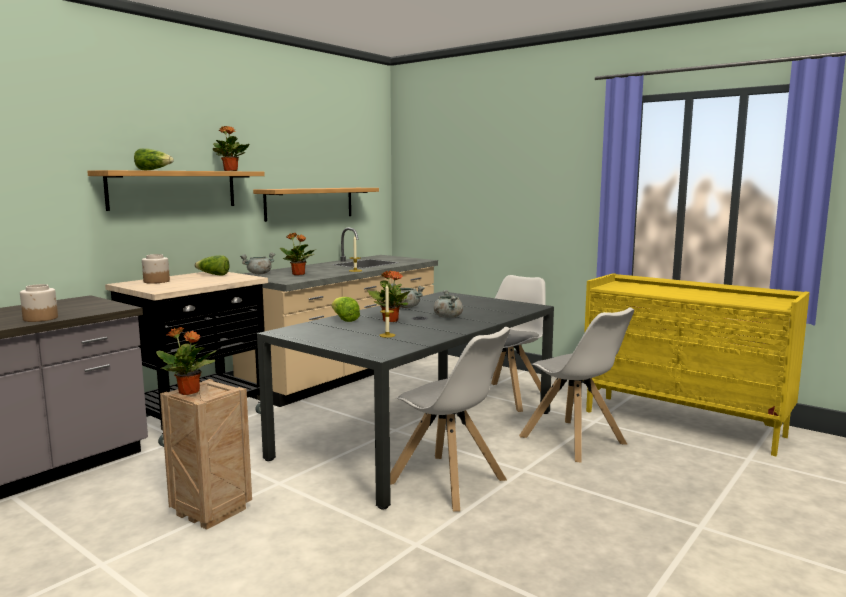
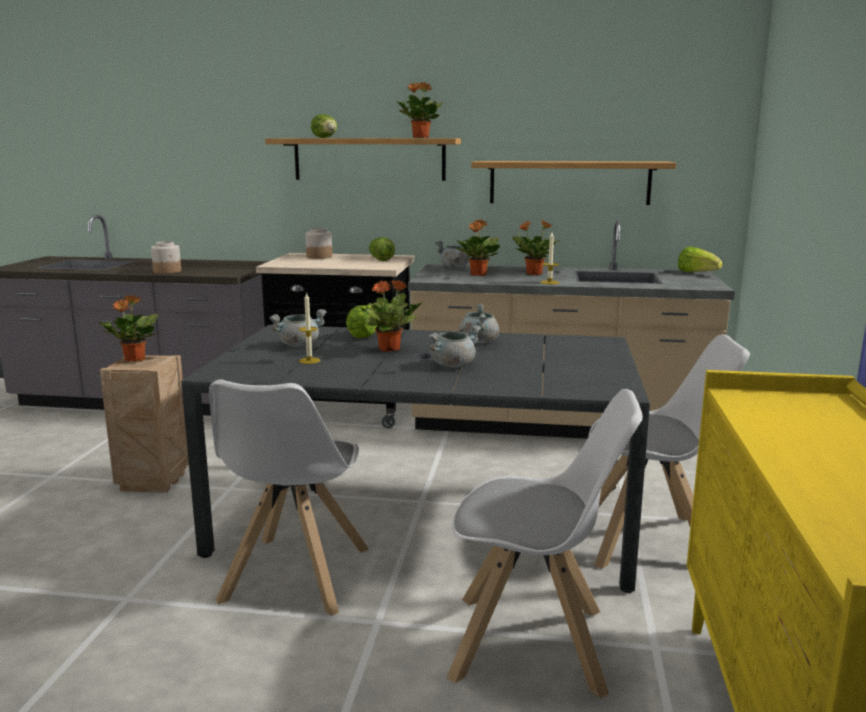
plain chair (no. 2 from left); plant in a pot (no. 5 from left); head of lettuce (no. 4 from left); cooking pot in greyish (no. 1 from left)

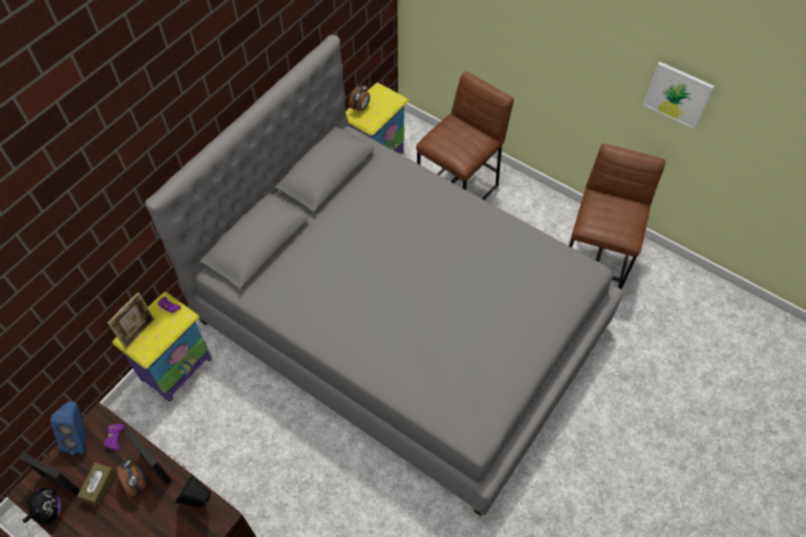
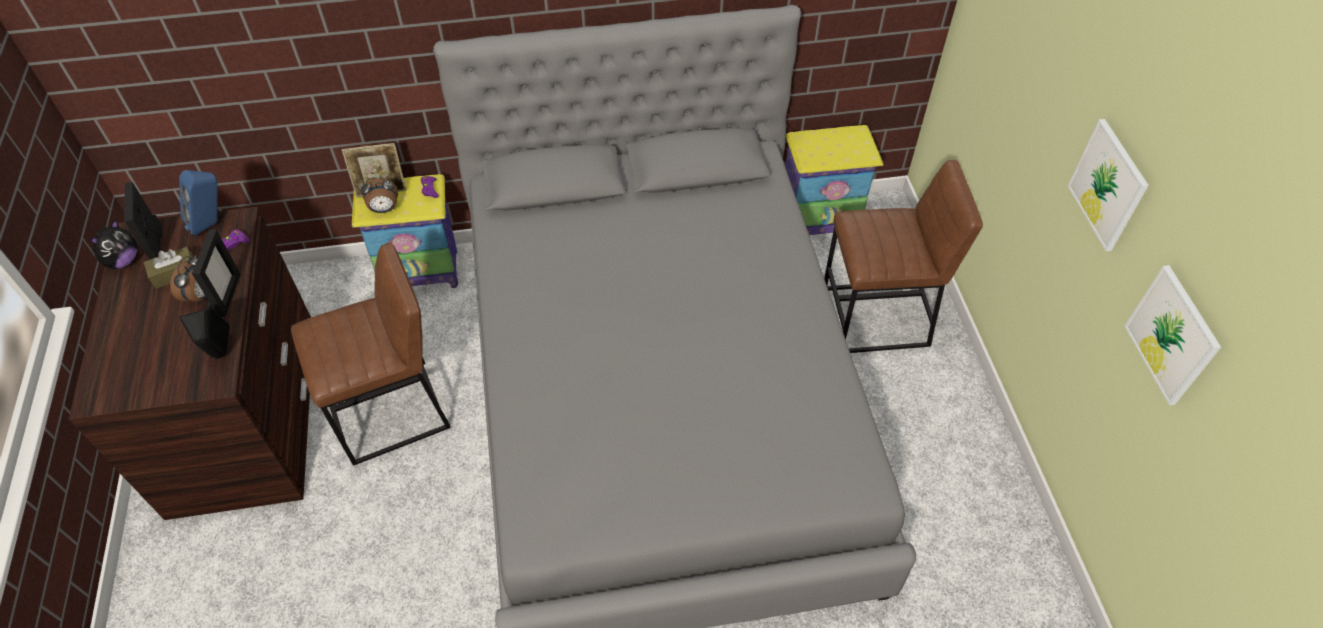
bedside clock (no. 2 from left); plain chair in brown-coloured (no. 1 from left); picture (no. 1 from left)

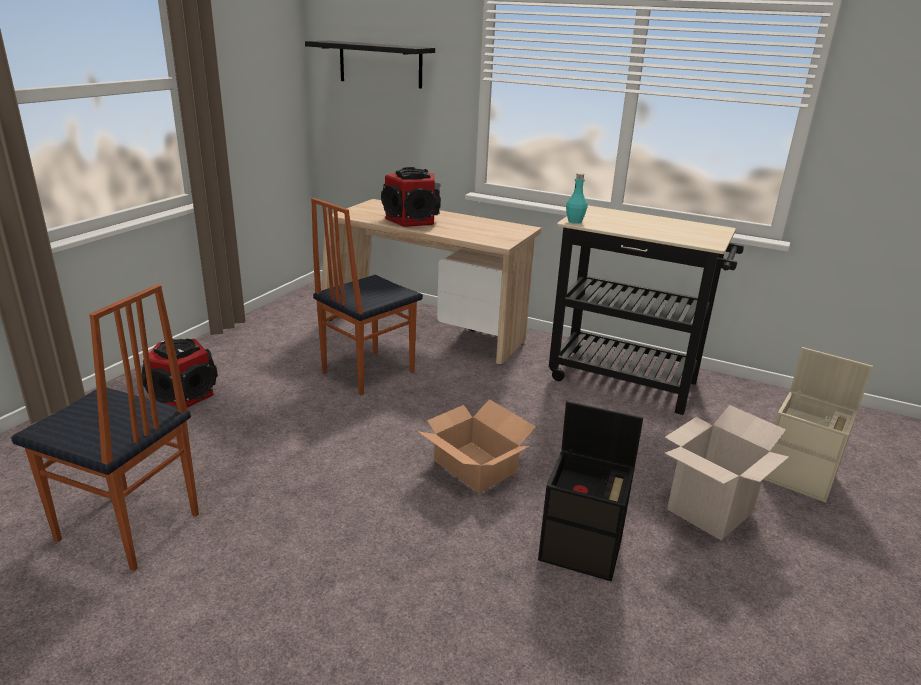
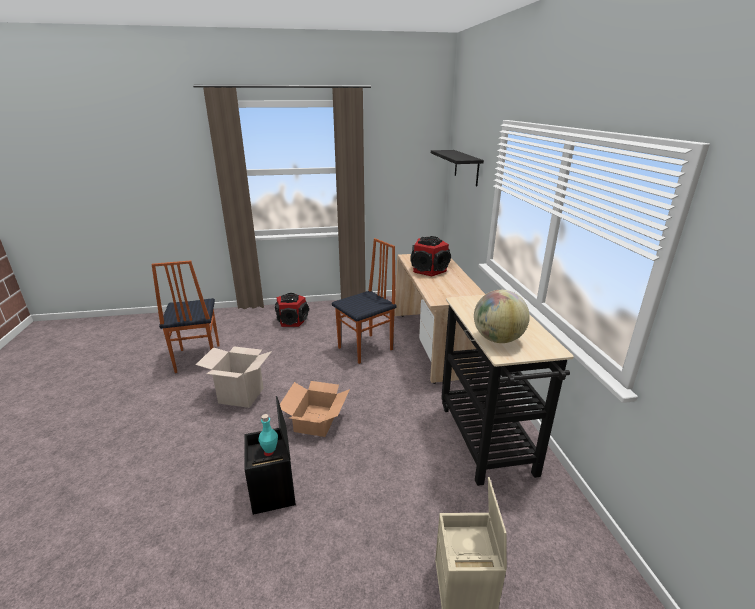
bottle in blue-green; plain chair (no. 2 from left); carton (no. 1 from left); globe

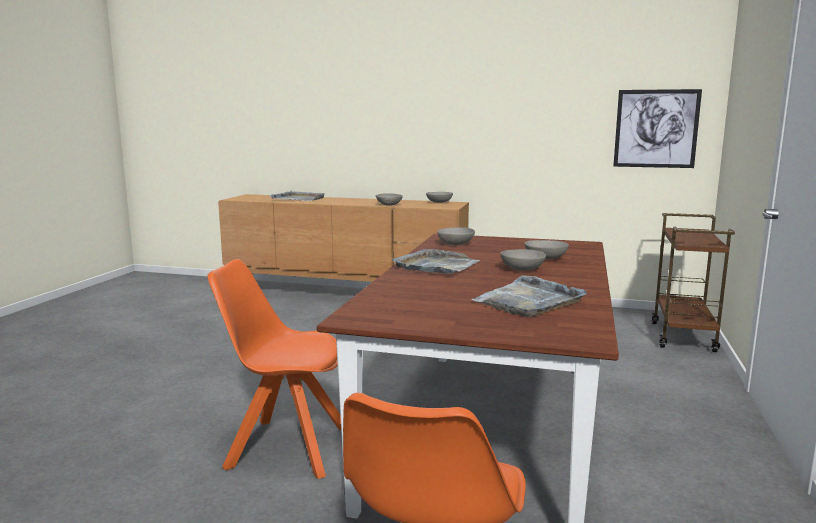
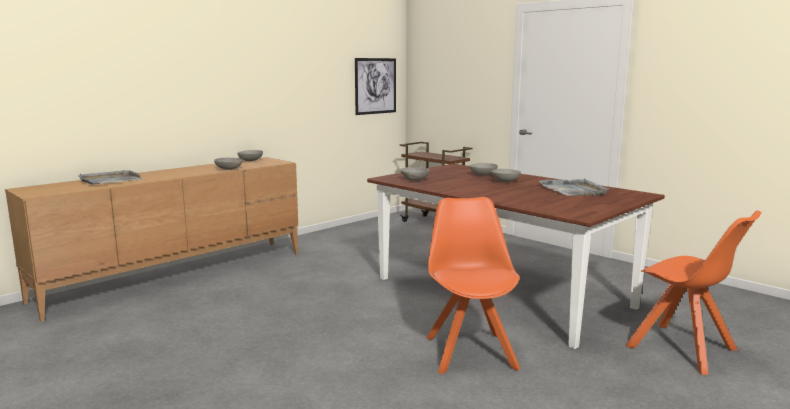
carrying tray in greyish (no. 2 from left in the first image); plain chair in orange (no. 1 from left)

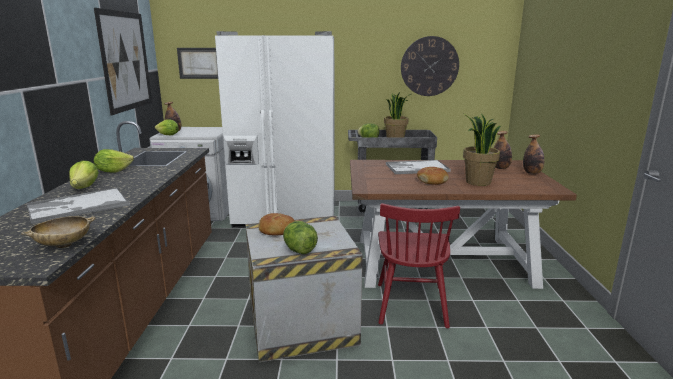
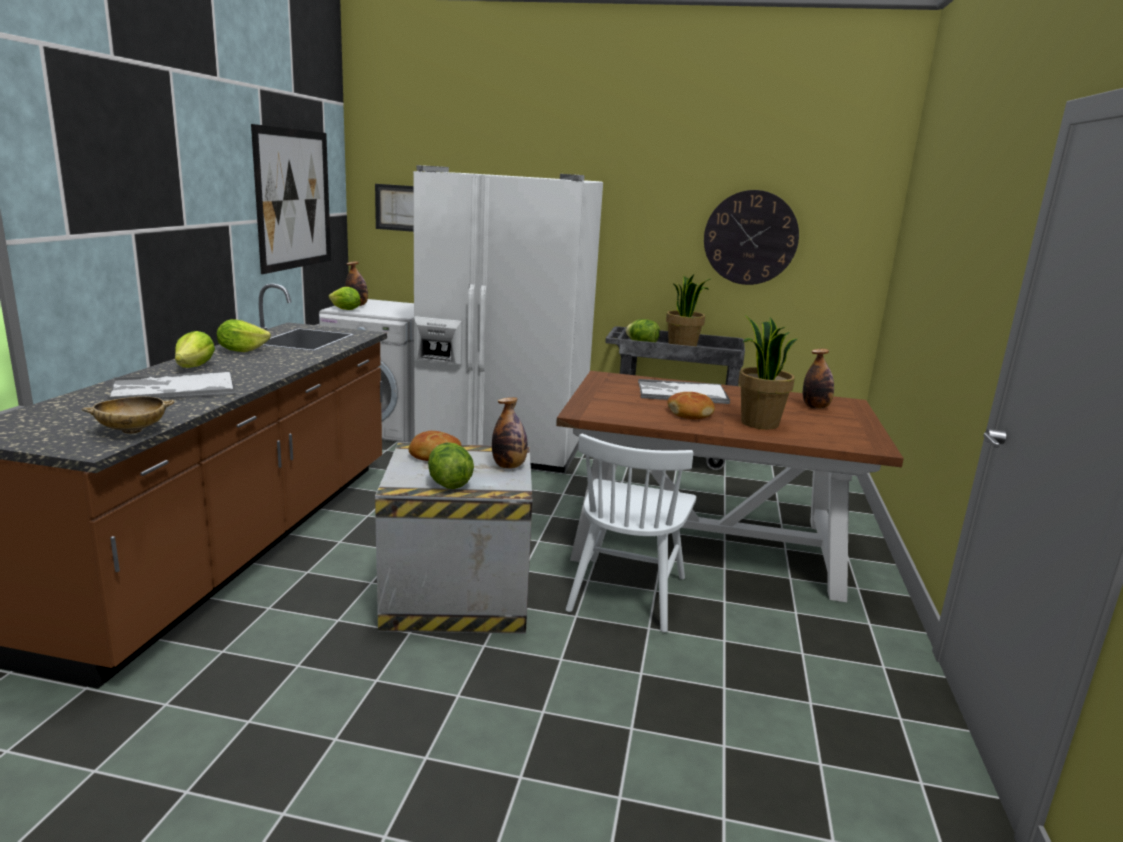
bottle (no. 2 from left); plain chair in whitish

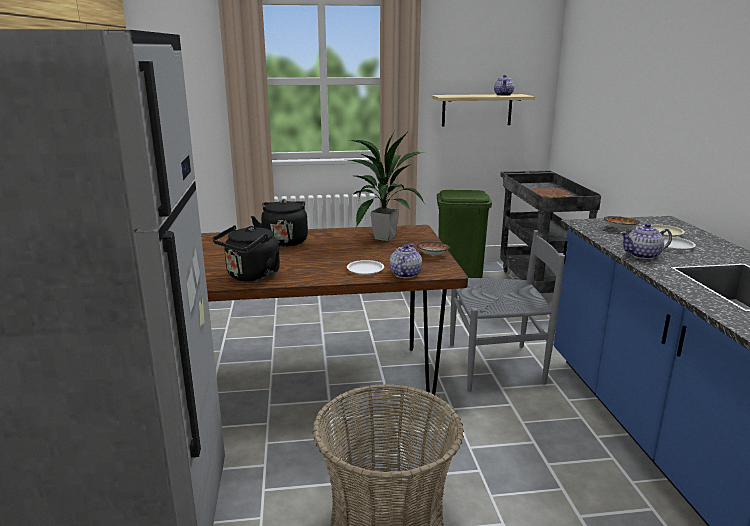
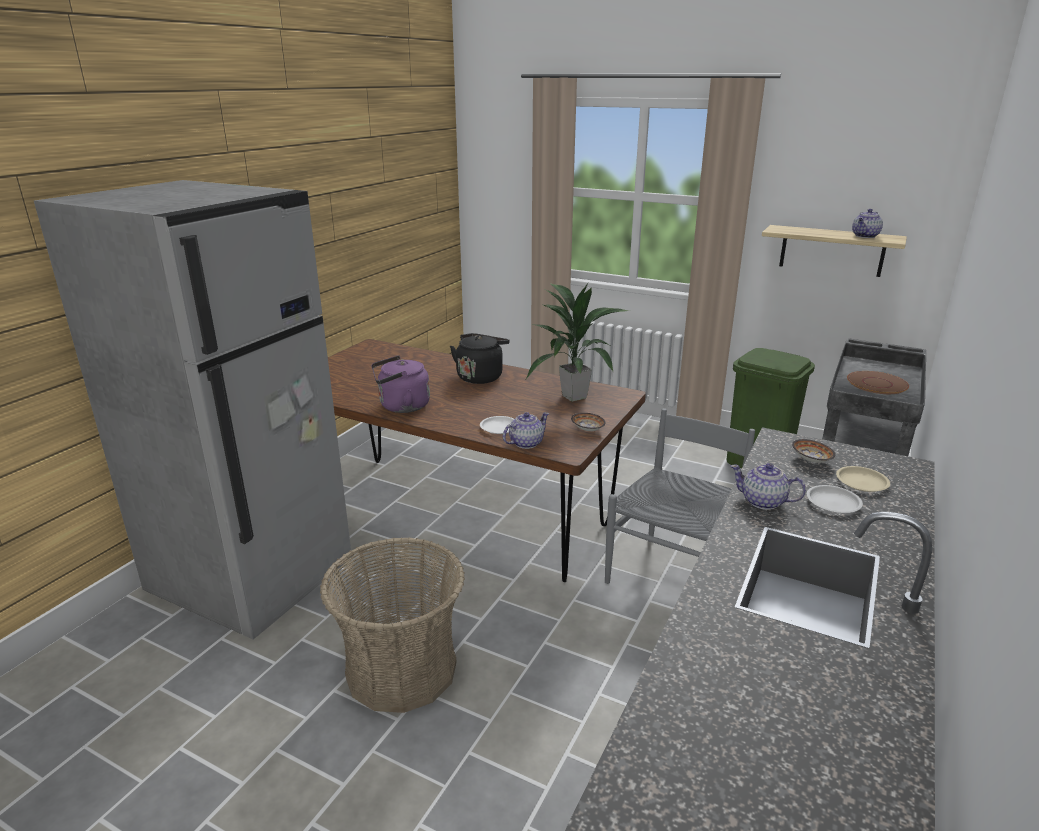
kettle in purplish; plain chair in greyish

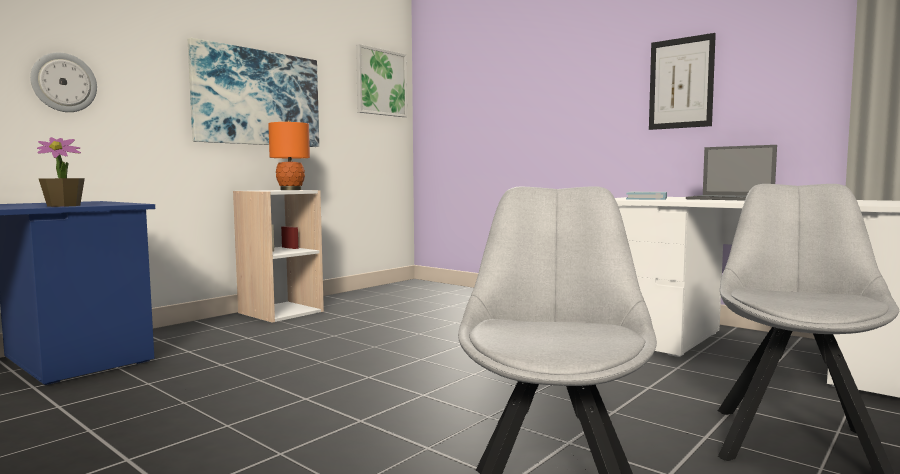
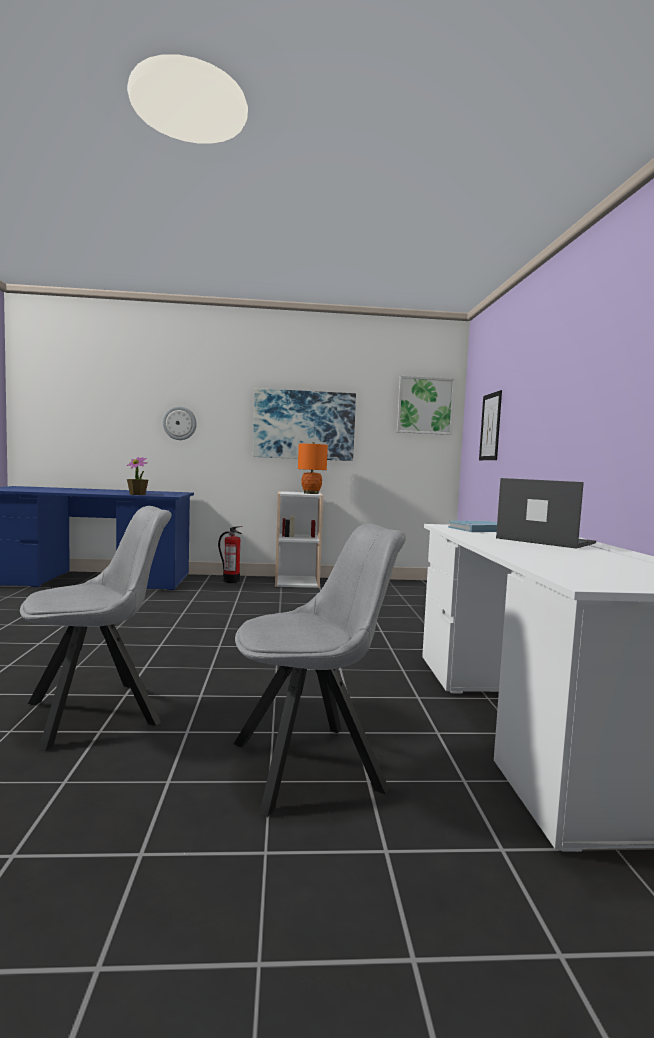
picture (no. 3 from left); laptop; fire-fighting cylinder

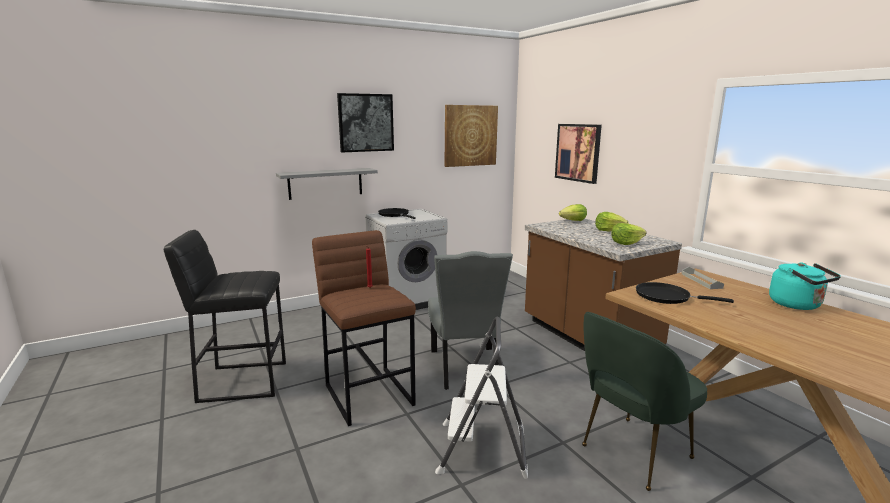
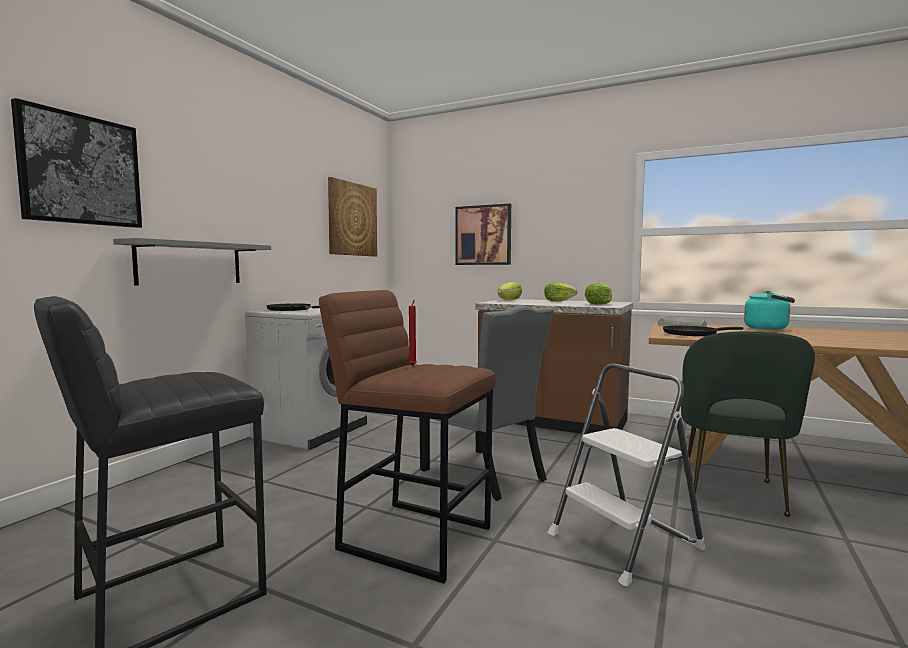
picture (no. 1 from left)

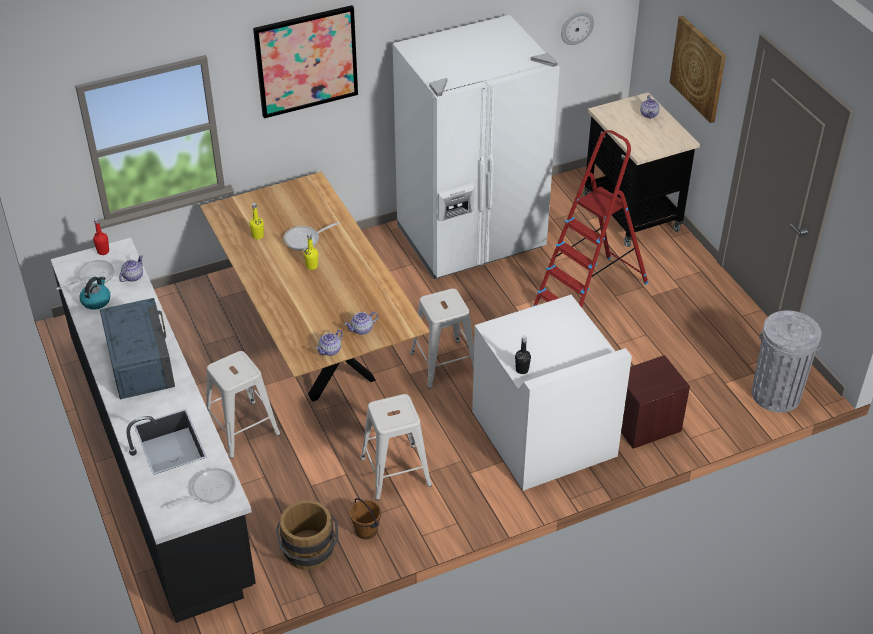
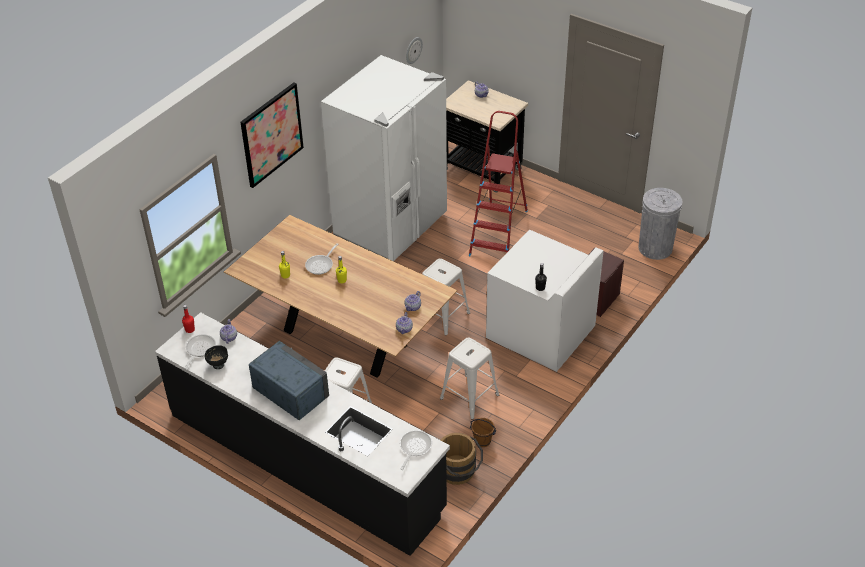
picture (no. 2 from left in the first image); bowl in black-coloured

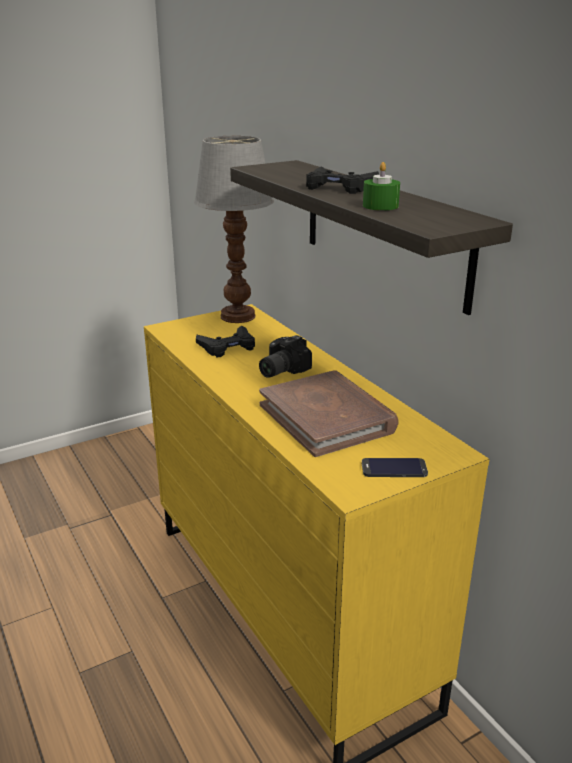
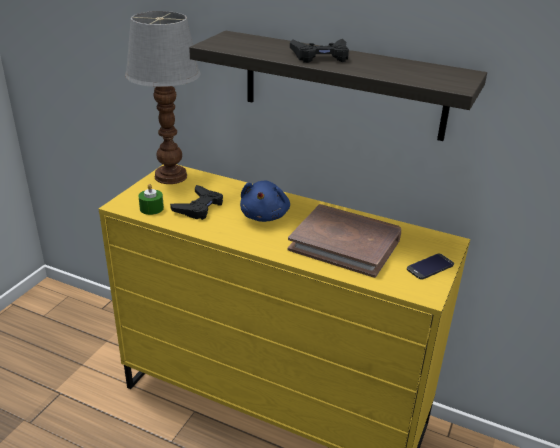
wax candle in greenish; cuddly toy in blue

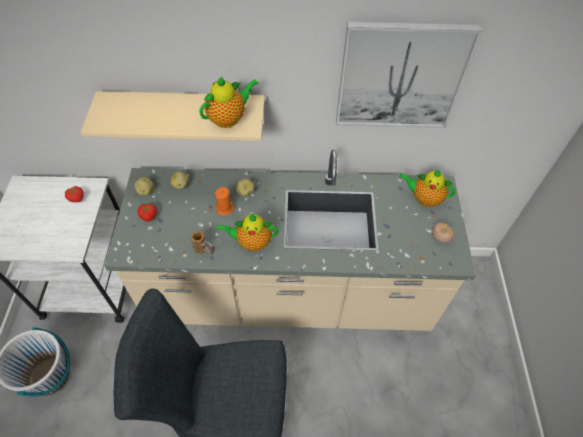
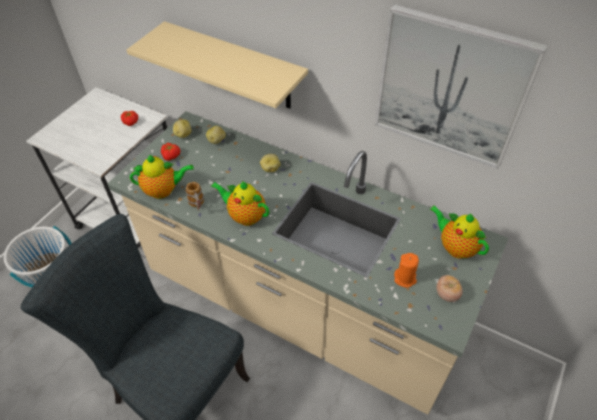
pot for tea (no. 1 from left); wax candle in orange

